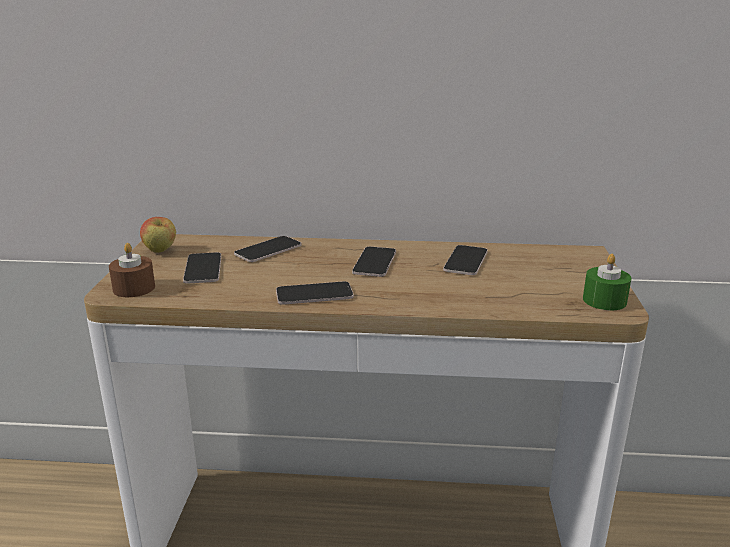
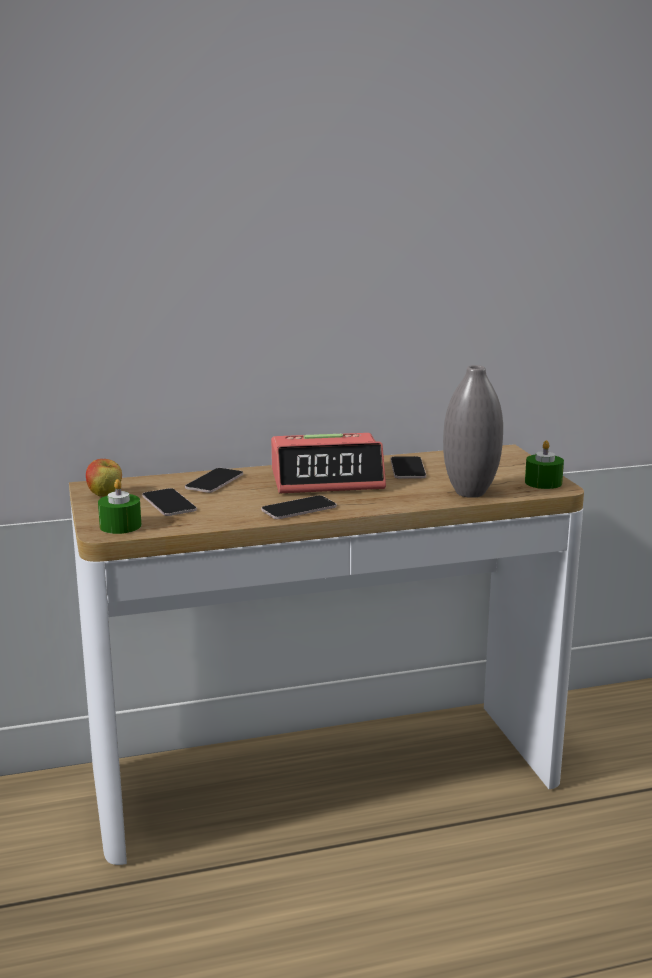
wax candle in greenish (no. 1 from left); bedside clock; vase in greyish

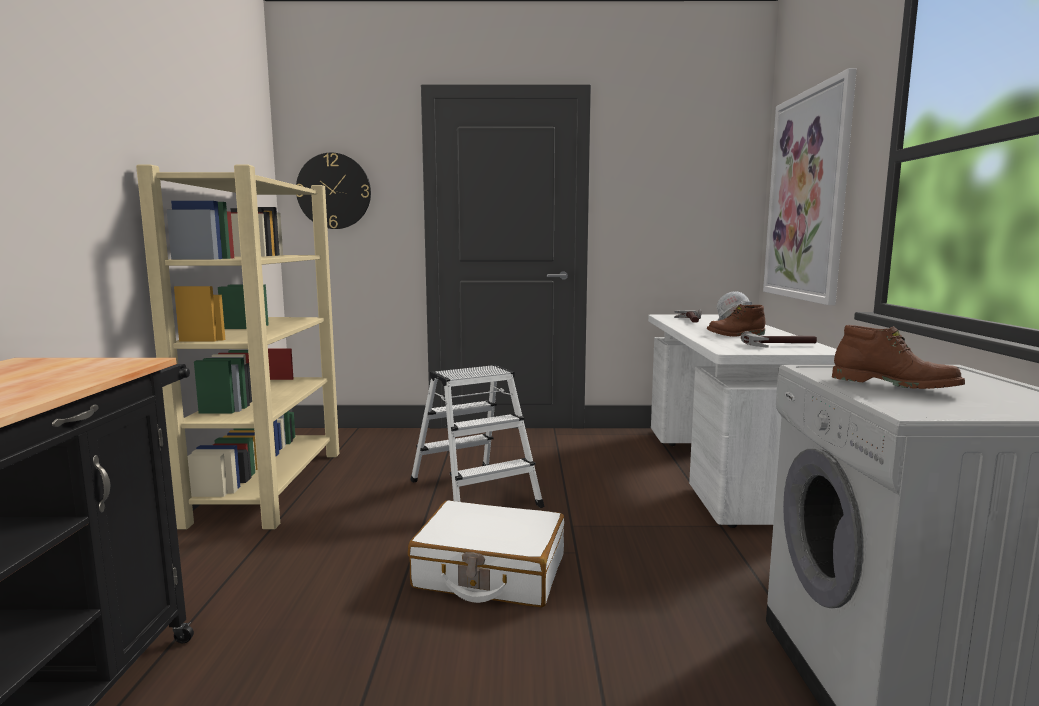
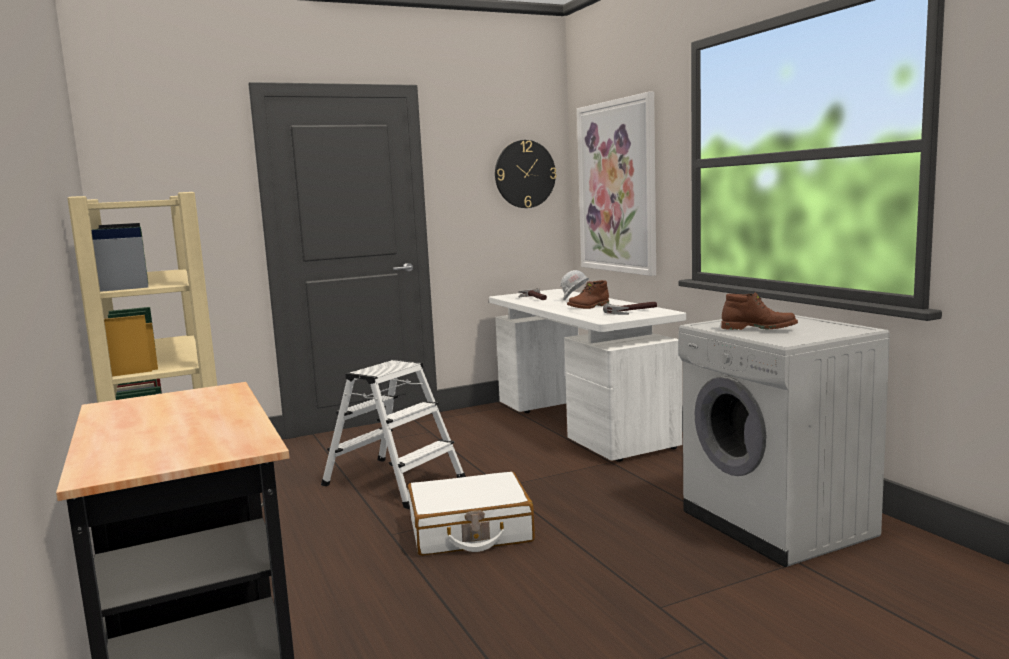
hanging clock

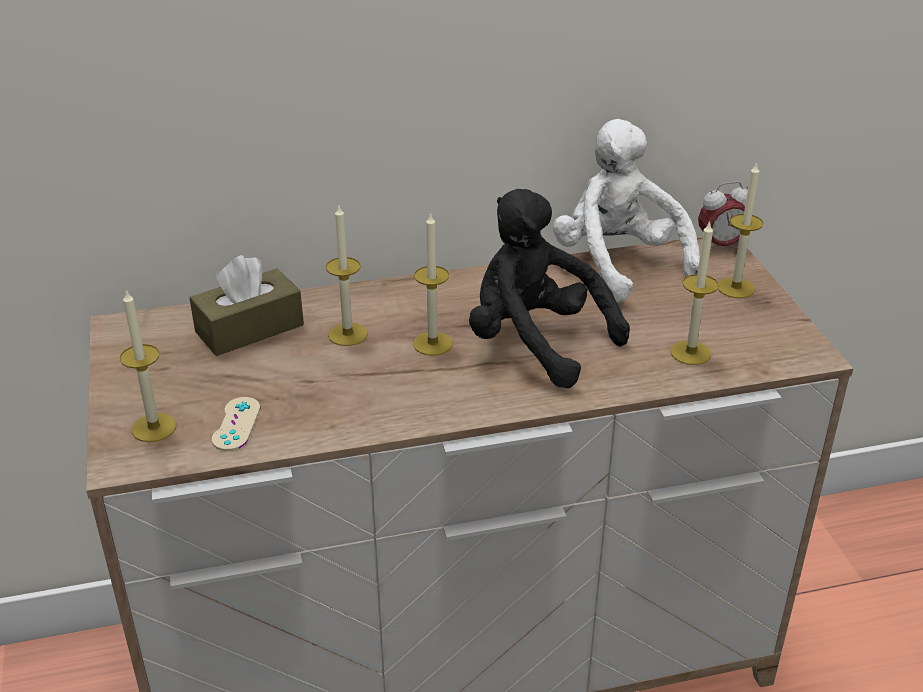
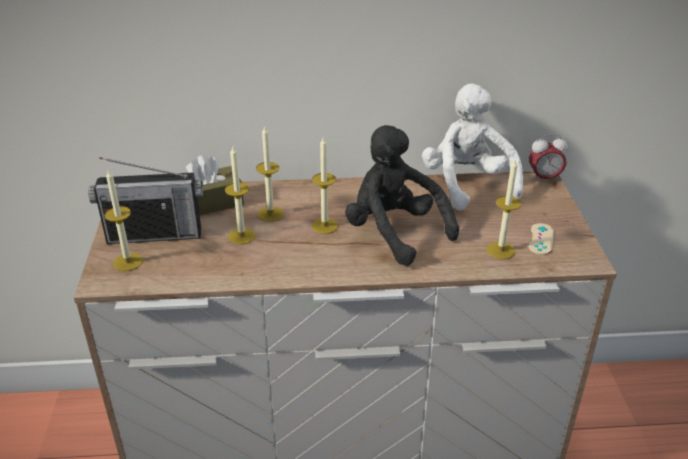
wax candle (no. 2 from left); game controller in sand-coloured; radio receiver

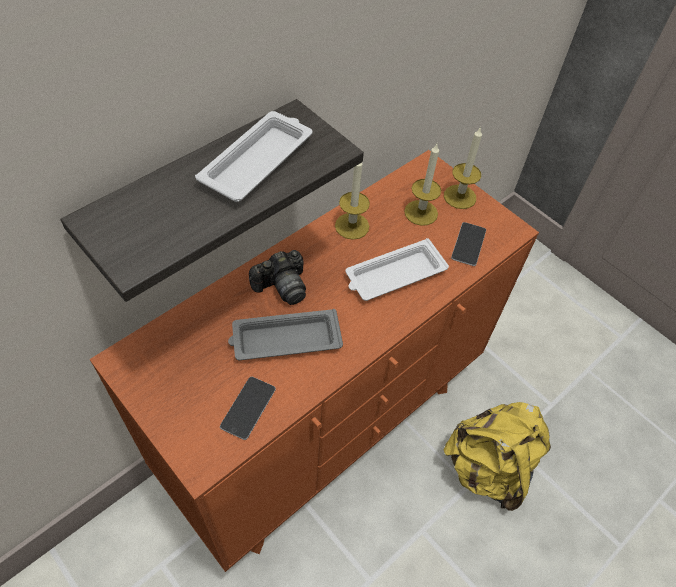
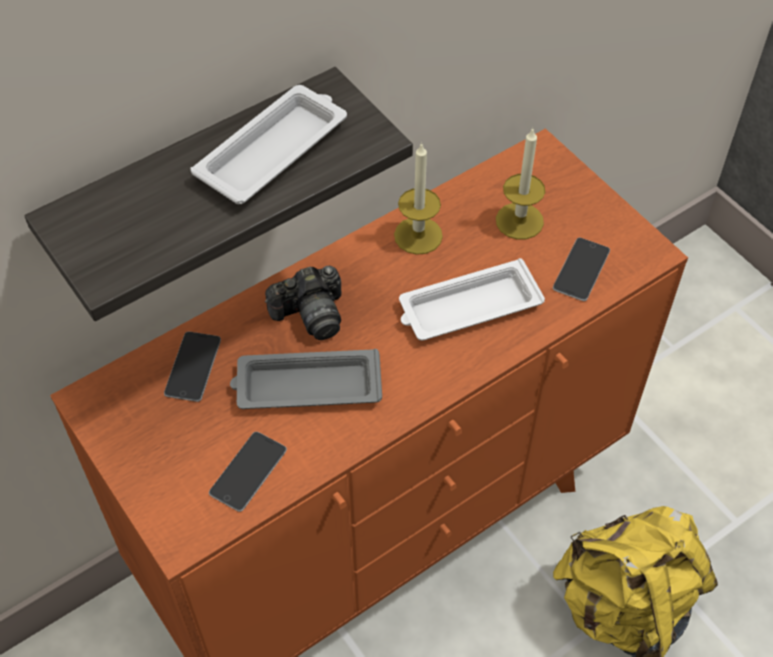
wax candle (no. 3 from left in the first image); phone (no. 1 from left)

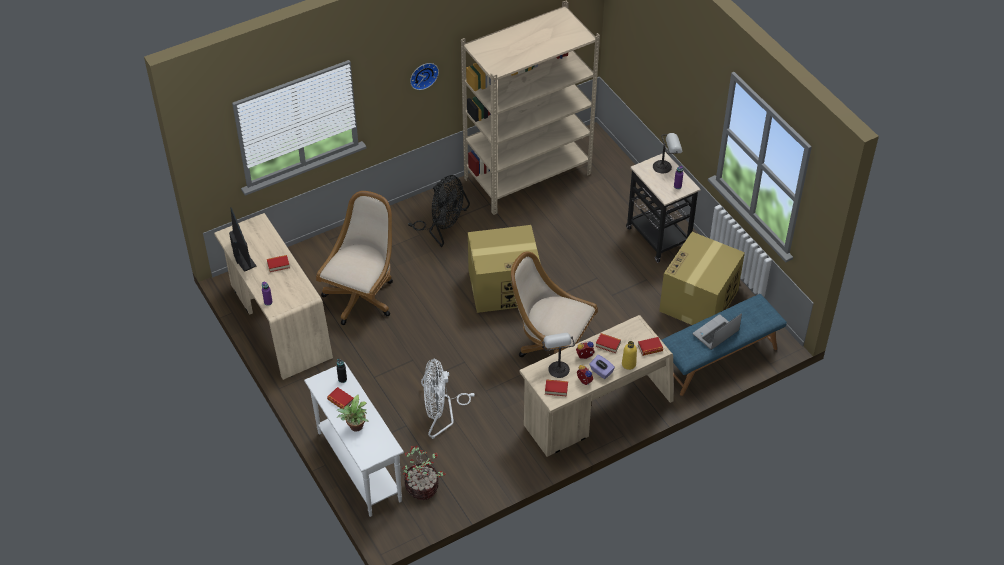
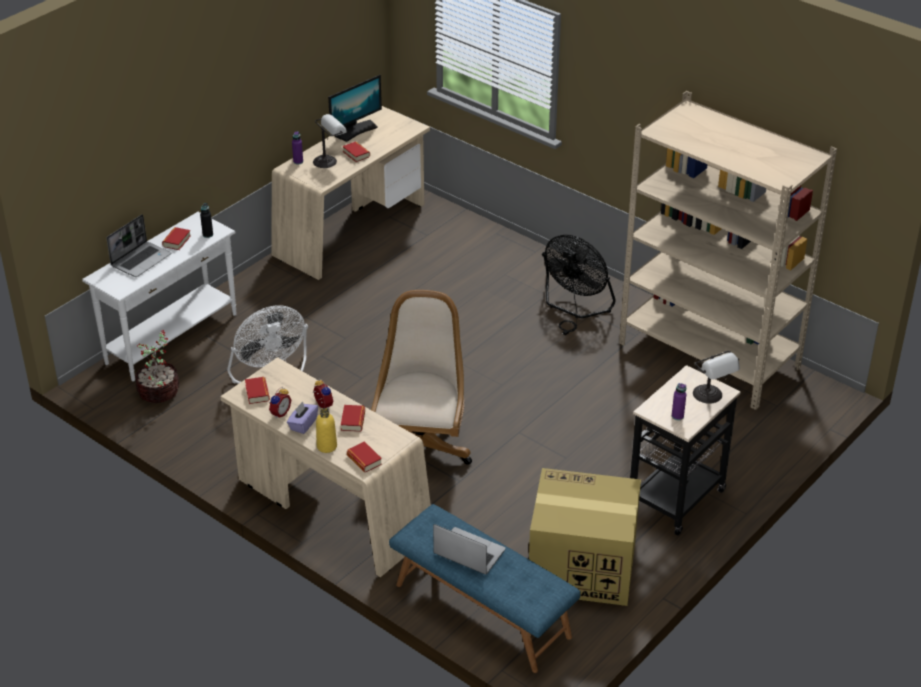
hanging clock; cooling fan in black-coloured; desk chair (no. 1 from left in the first image); carton (no. 1 from left in the first image); table lamp (no. 1 from left); laptop (no. 1 from left)

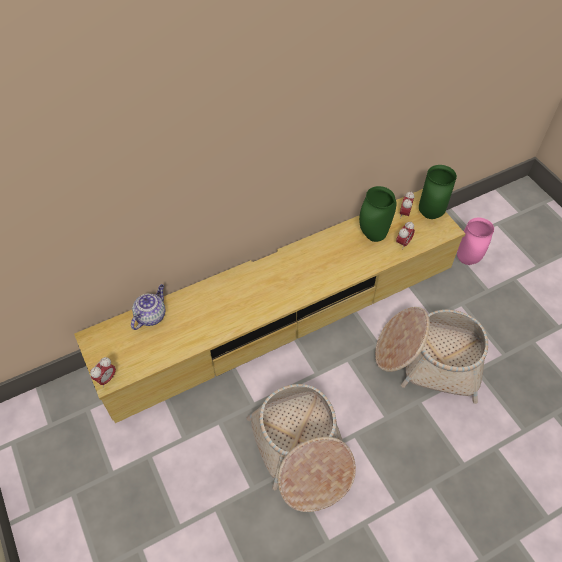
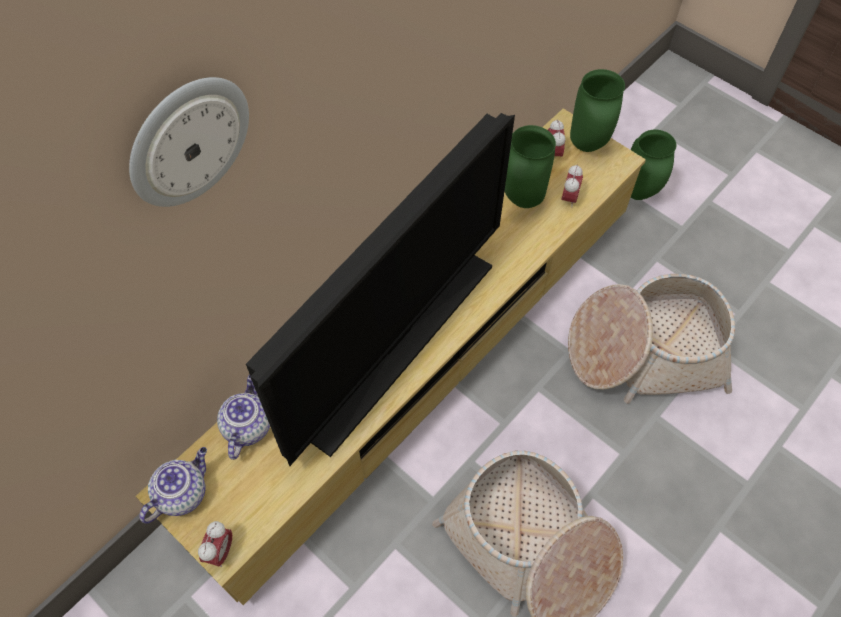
vase in greenish (no. 3 from left); hanging clock; television; pot for tea (no. 1 from left)

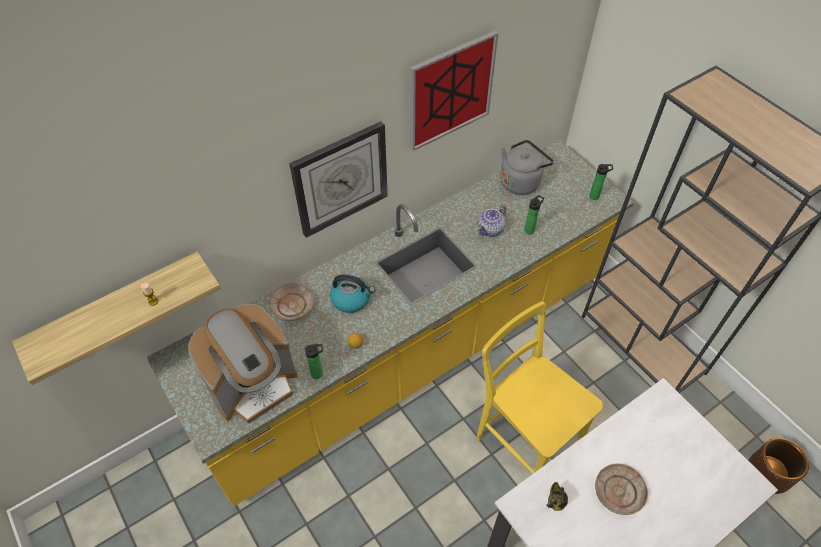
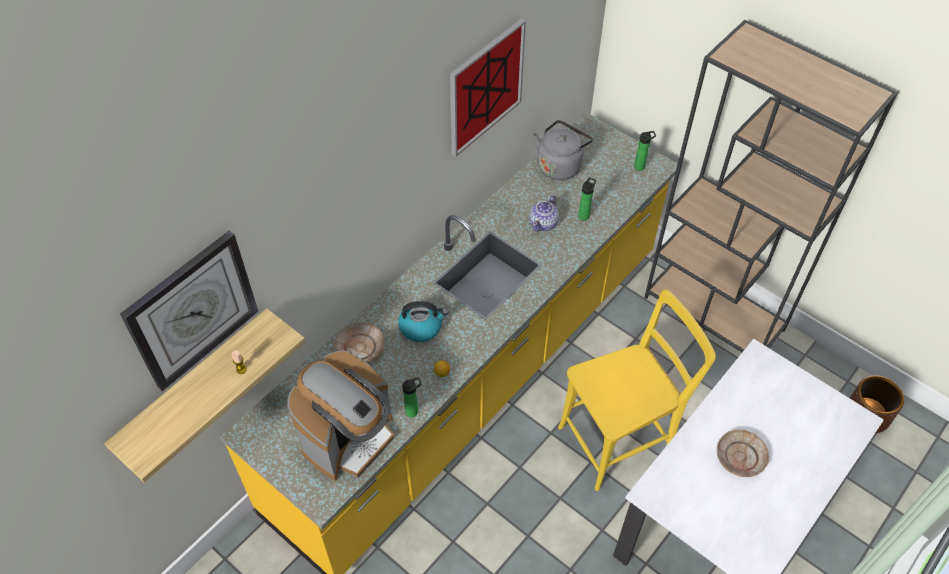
hanging clock; plain chair in yellowish; tea mug

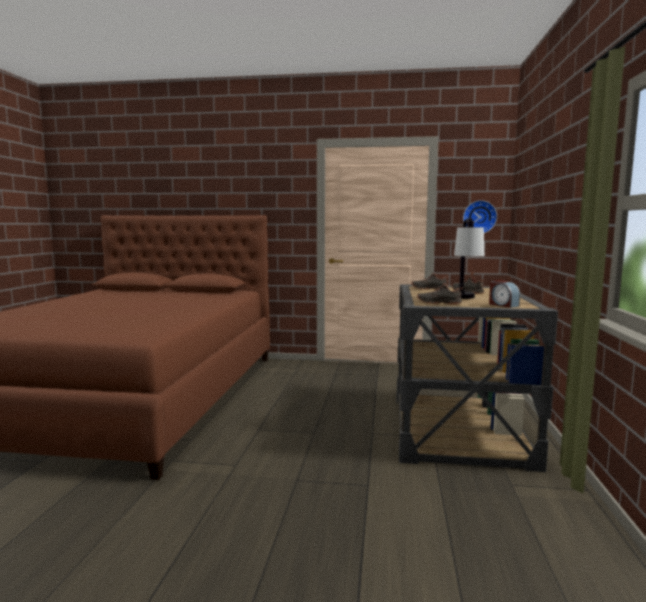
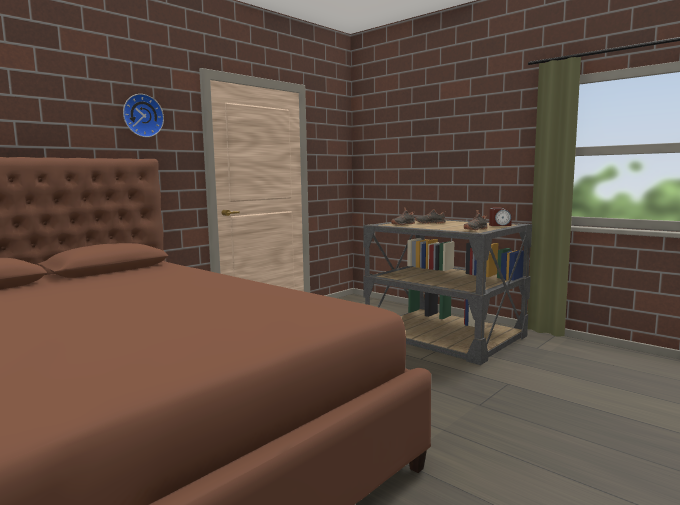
hanging clock; table lamp

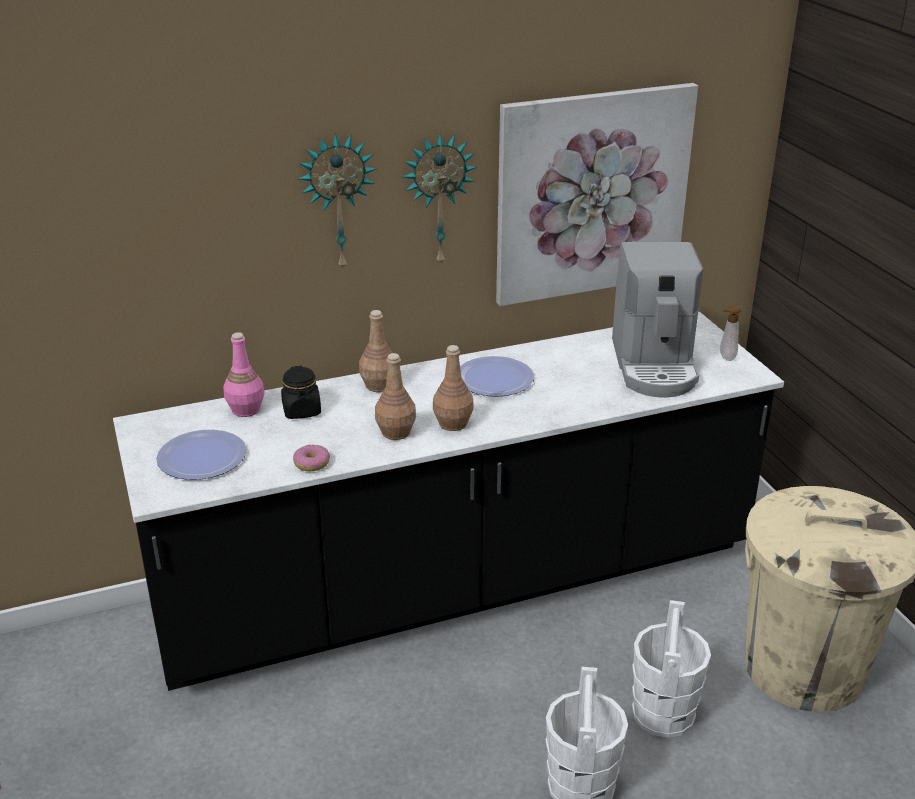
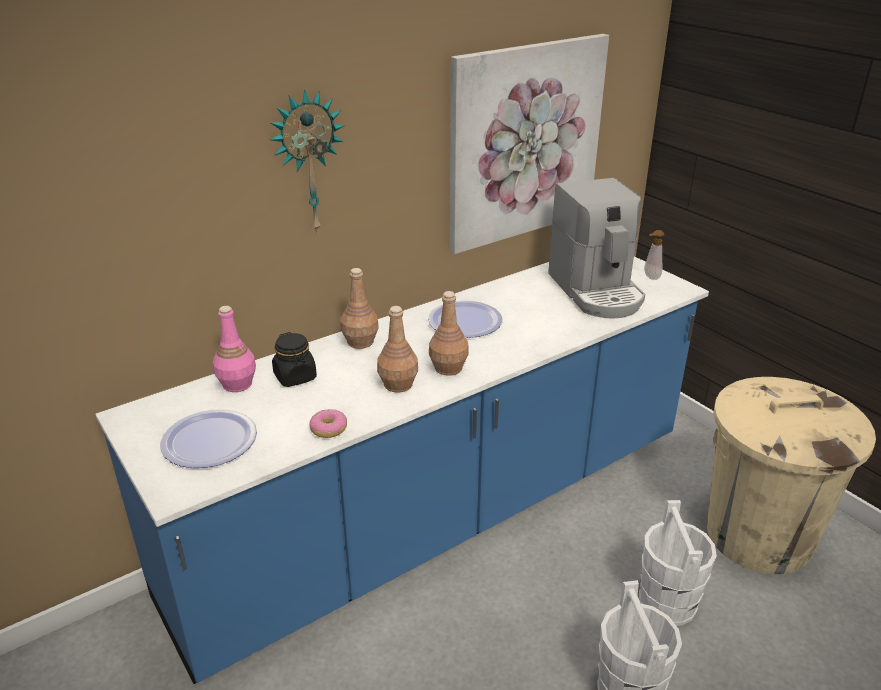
hanging clock (no. 2 from left in the first image); kitchen counter in blue

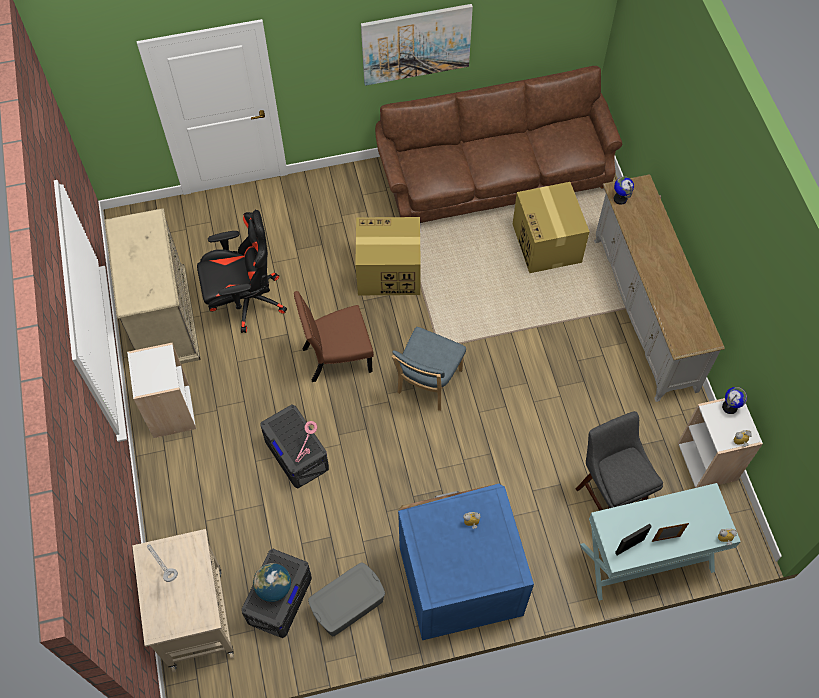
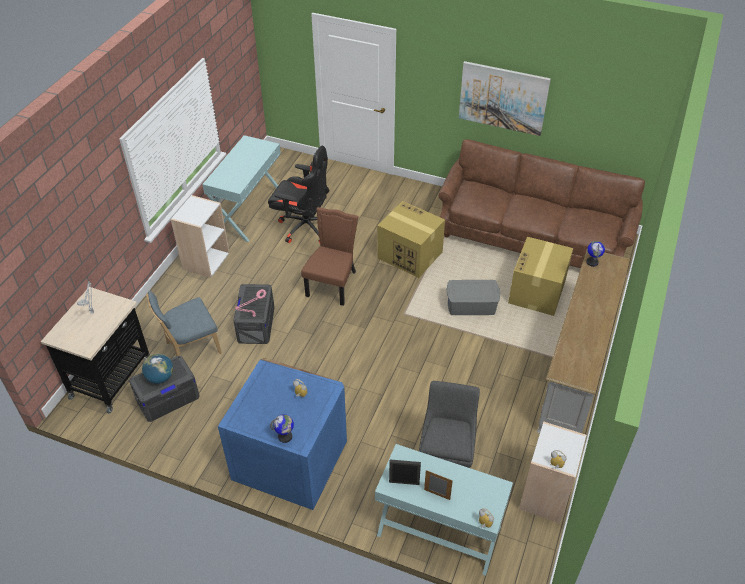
desk table in blue-green (no. 1 from left); plain chair in brown-coloured; plain chair in blue; globe (no. 2 from left); cart in black-coloured; storage container in greyish (no. 3 from left)

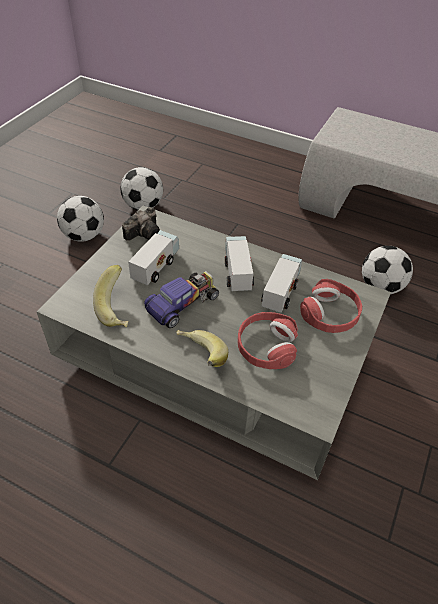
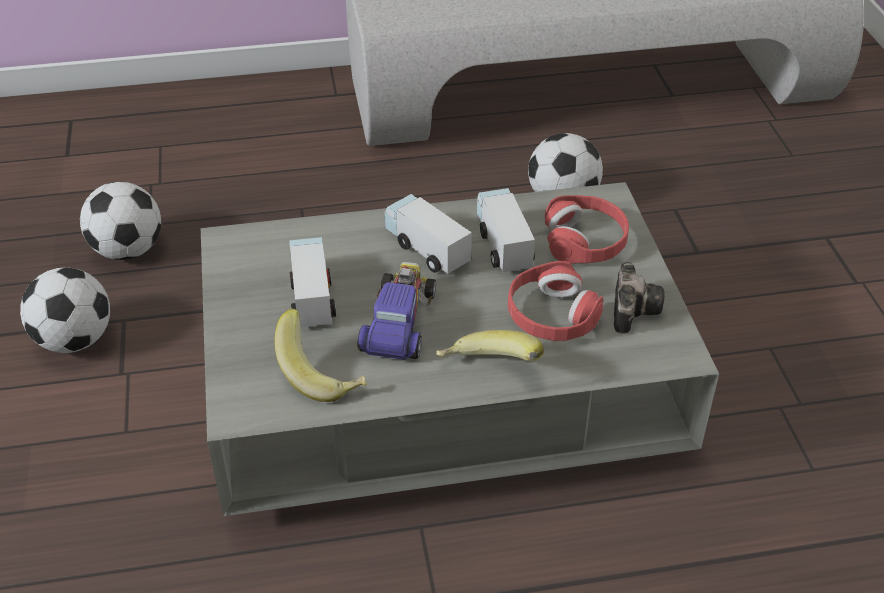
still camera

